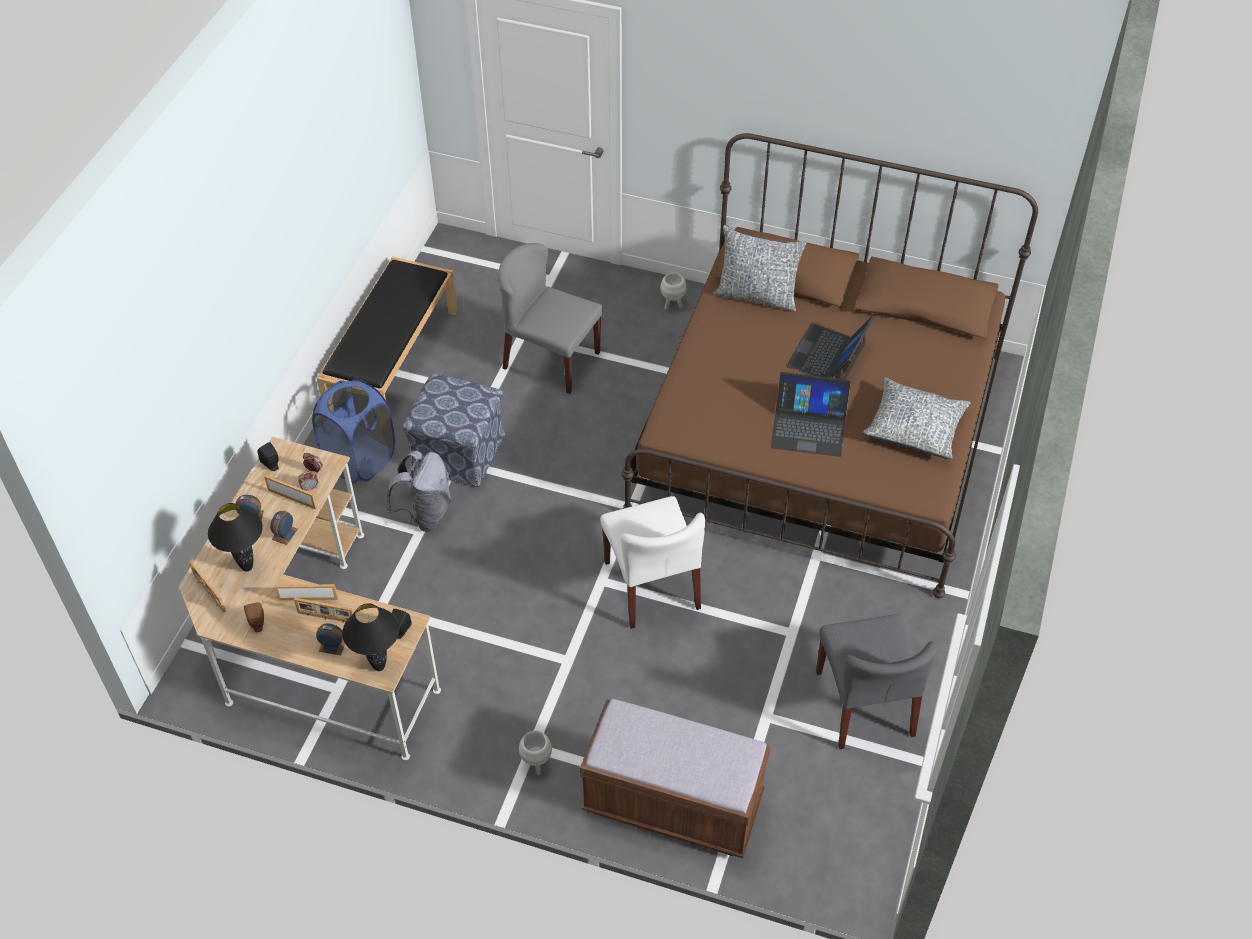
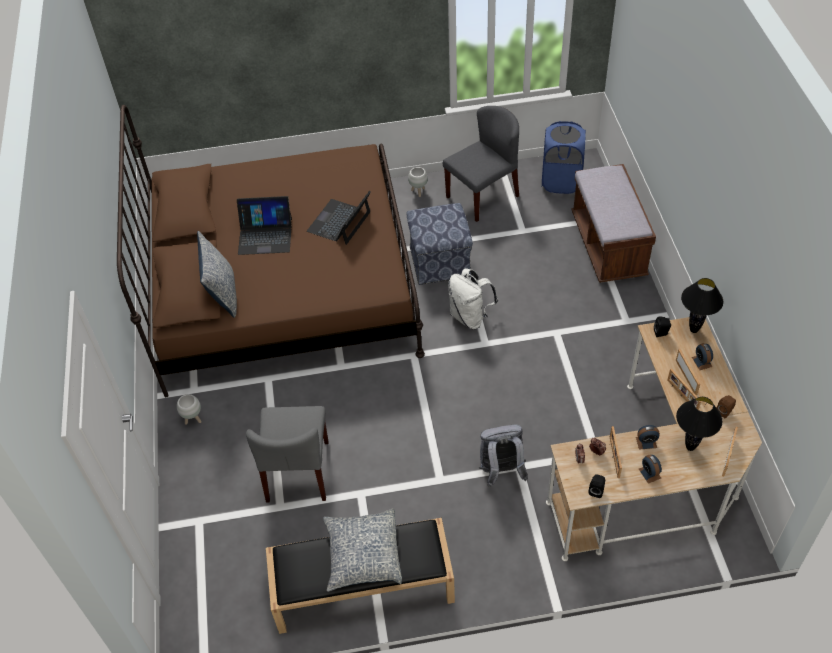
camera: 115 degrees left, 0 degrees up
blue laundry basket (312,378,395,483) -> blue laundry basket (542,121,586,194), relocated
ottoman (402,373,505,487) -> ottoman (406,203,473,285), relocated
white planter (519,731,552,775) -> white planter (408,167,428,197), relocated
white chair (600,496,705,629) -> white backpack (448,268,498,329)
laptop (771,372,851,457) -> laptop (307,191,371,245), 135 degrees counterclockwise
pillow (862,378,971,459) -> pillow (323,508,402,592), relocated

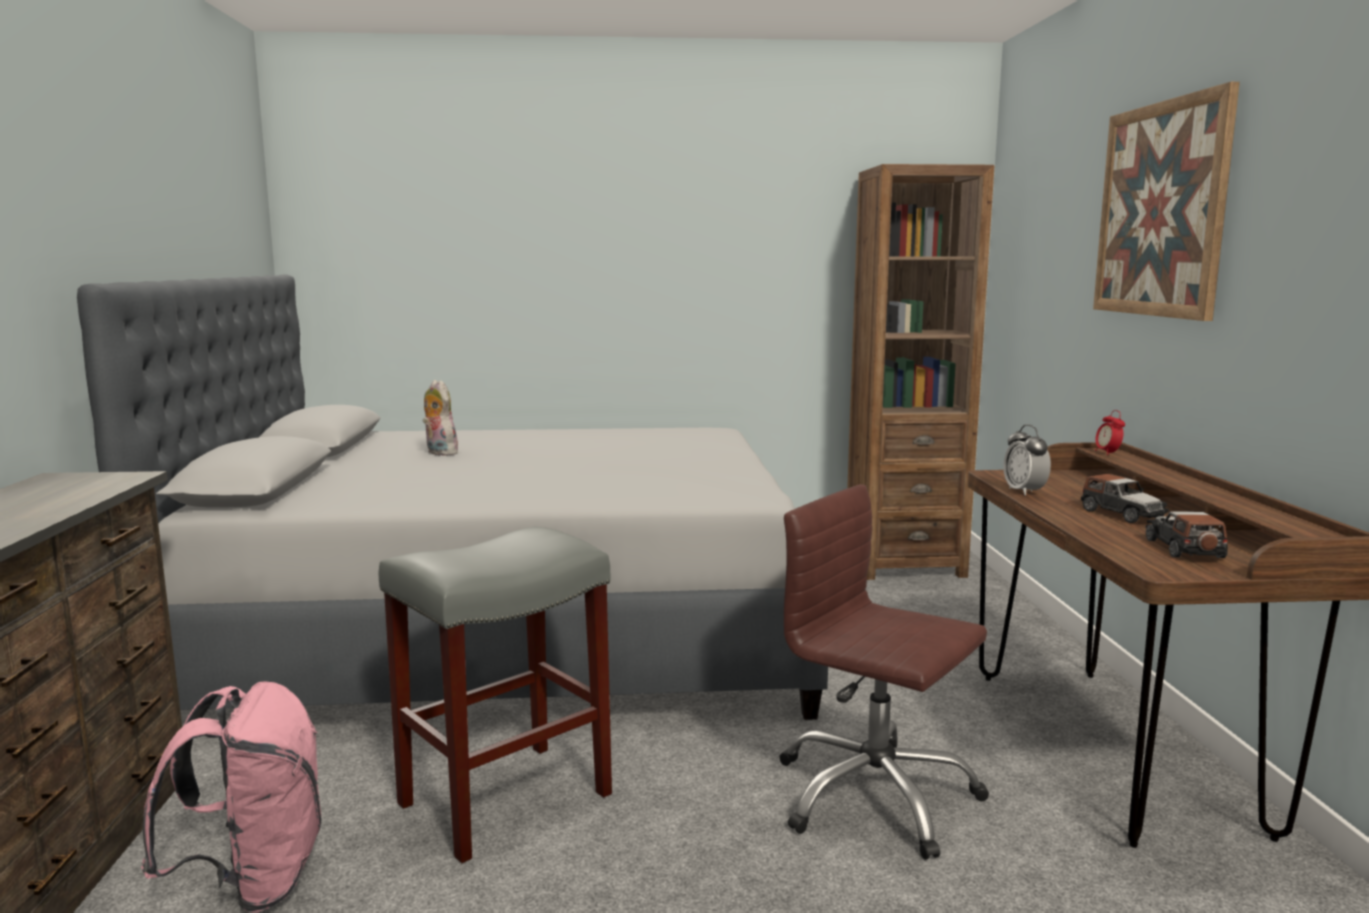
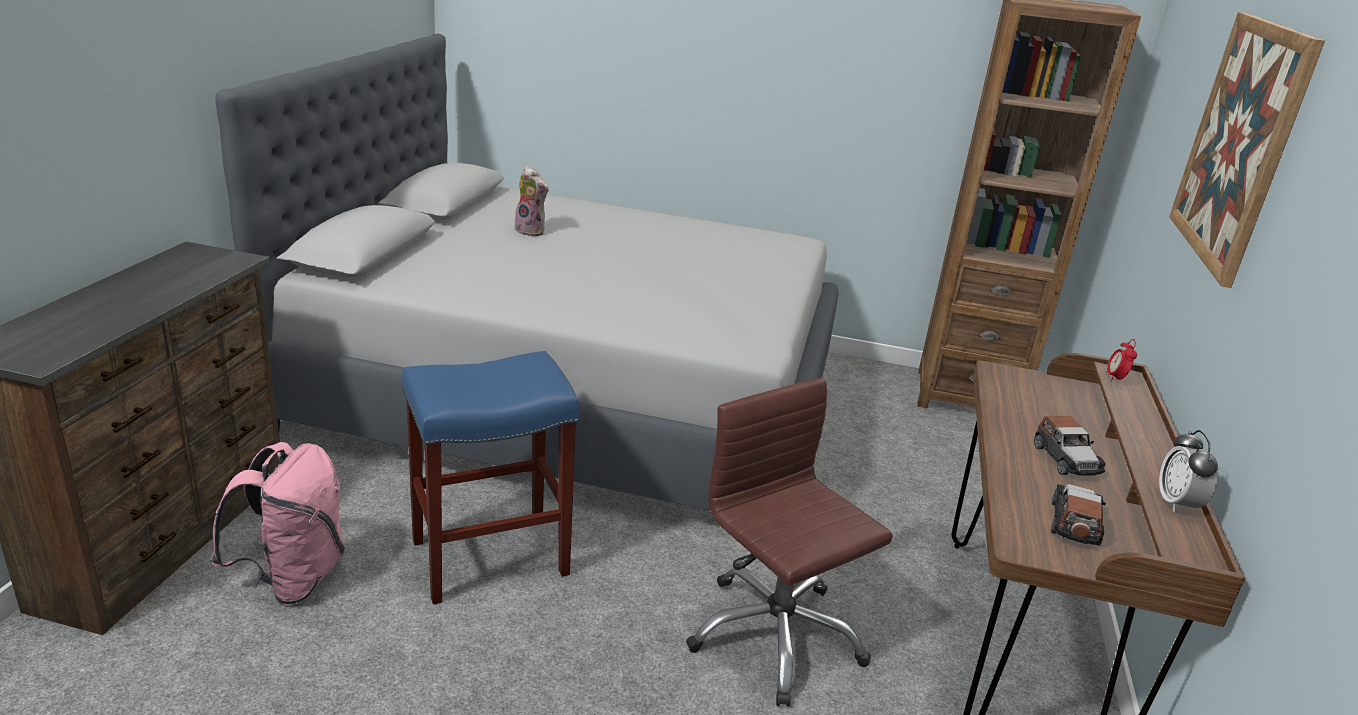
camera: 15 degrees right, 15 degrees up
grey stool (379,527,612,863) -> blue stool (402,351,580,605)
plush toy (423,380,458,456) -> plush toy (515,166,549,236), 150 degrees clockwise
alarm clock (1003,424,1051,496) -> alarm clock (1159,430,1218,512), relocated

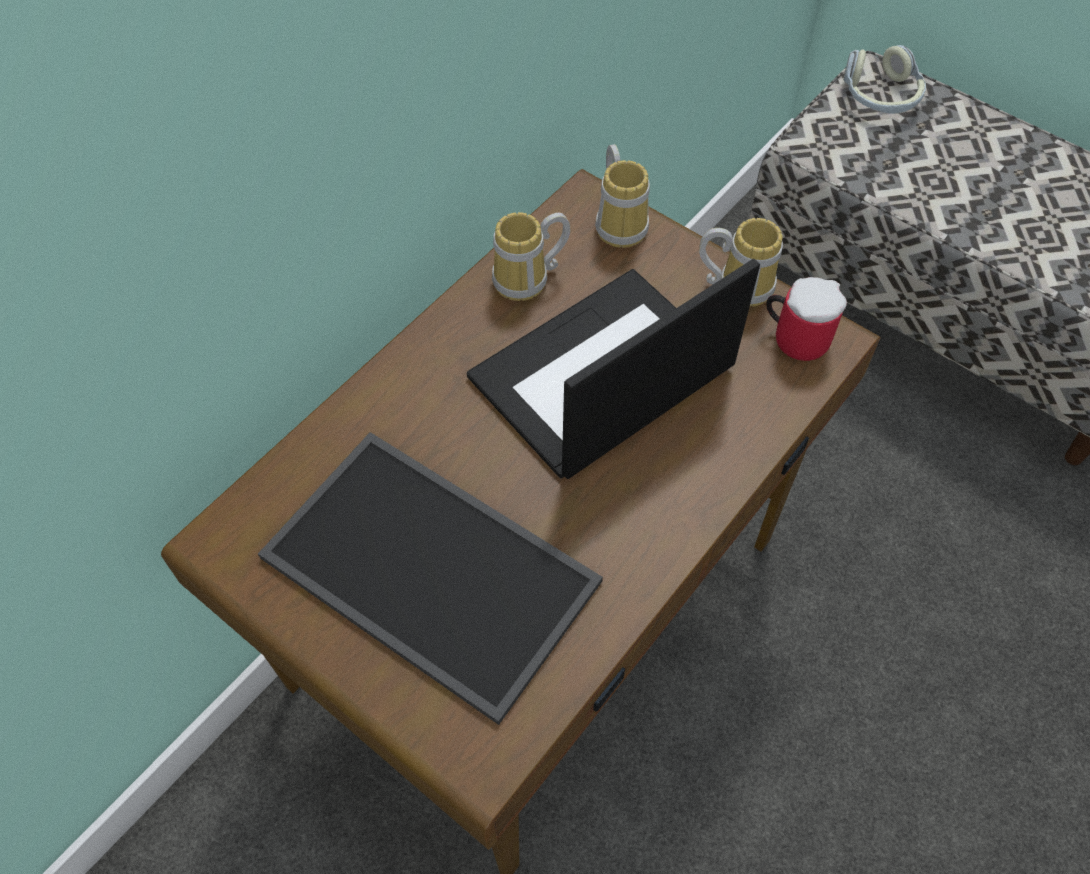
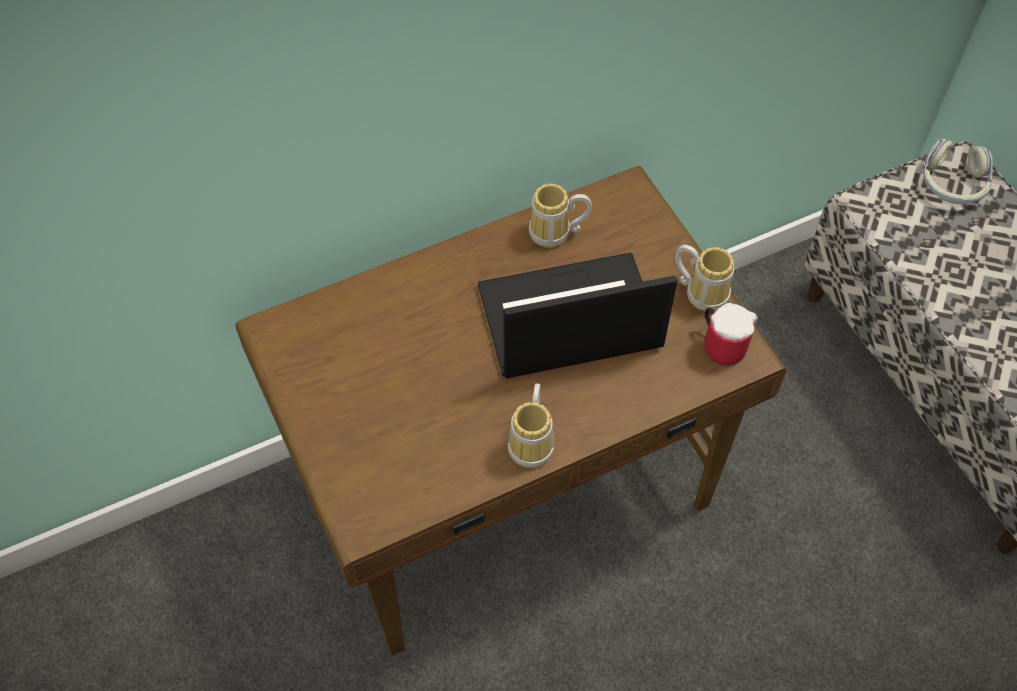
camera: 25 degrees right, 0 degrees up
tray (258,432,603,725) -> none
mug (595,144,650,248) -> mug (508,383,554,468), relocated

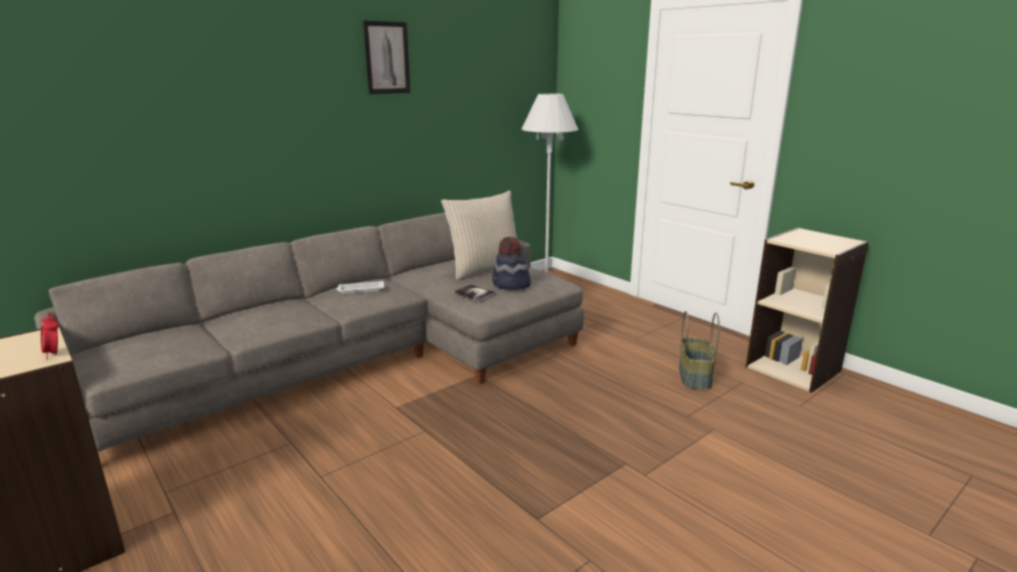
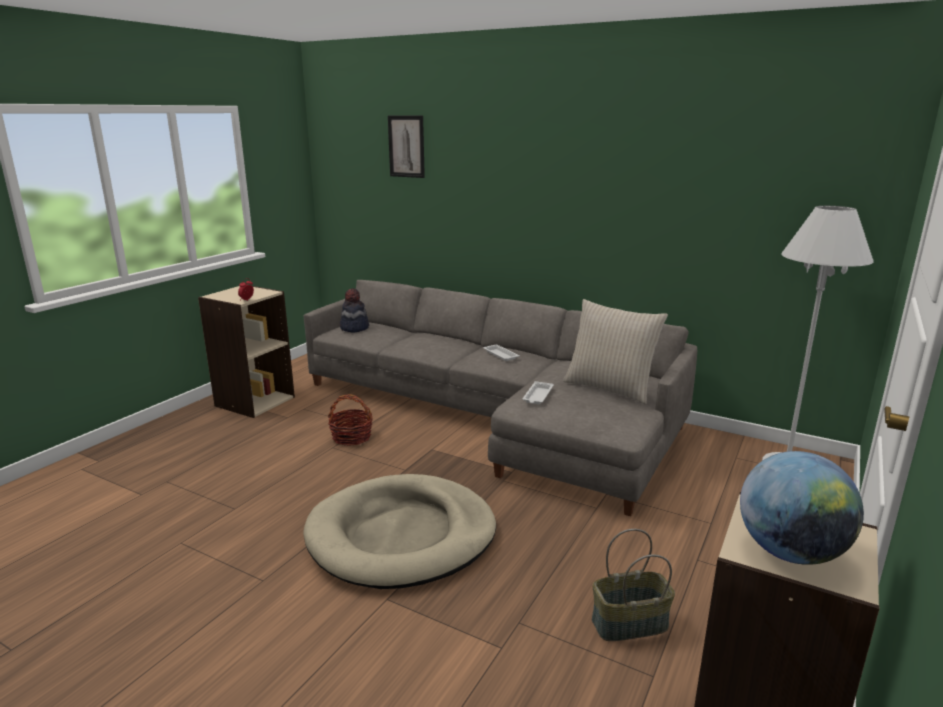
camera: 70 degrees right, 0 degrees up
picture (363,20,410,94) -> picture (388,115,425,178), relocated
book (455,284,496,302) -> white tray (522,381,554,404)
hat (492,237,531,290) -> hat (340,288,369,333), relocated
none -> beige dog bed (303,474,496,589)
none -> basket (328,394,373,446)
none -> globe (740,451,864,565)

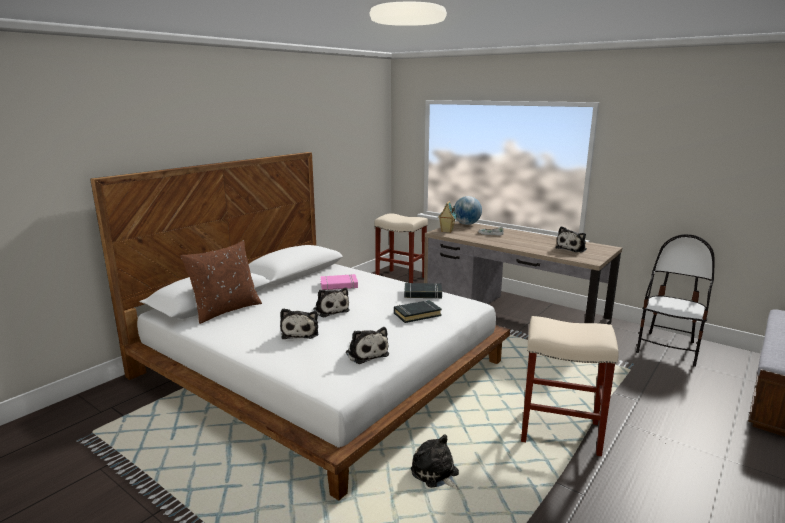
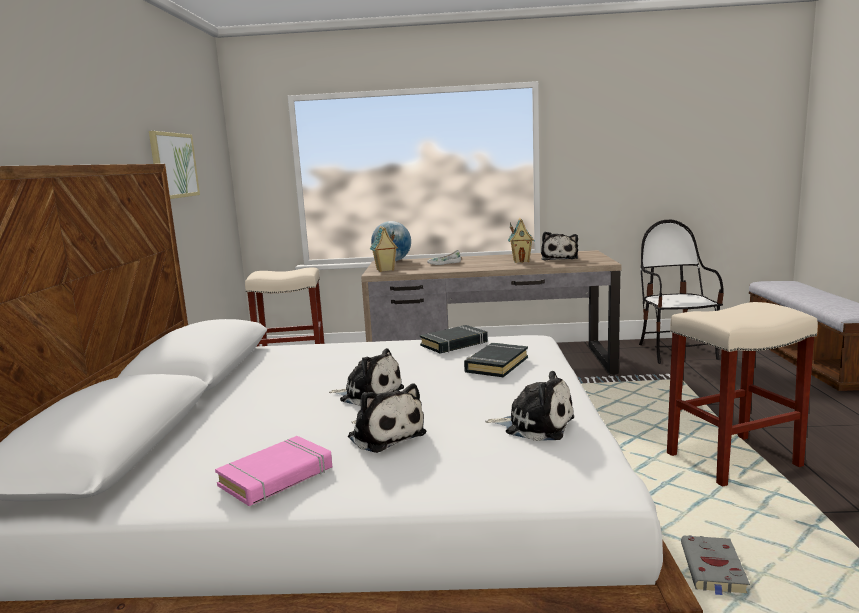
camera: 35 degrees left, 5 degrees down
brown pillow (180,241,262,324) -> none
pink book (320,274,358,290) -> pink book (215,436,332,506), relocated
plush toy (411,434,459,490) -> grey book (681,535,750,595)
none -> picture (149,131,200,199)
none -> toy house (508,218,534,263)

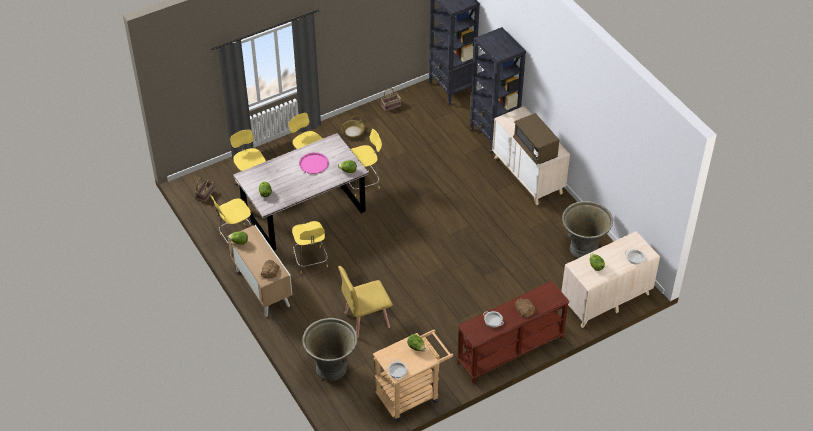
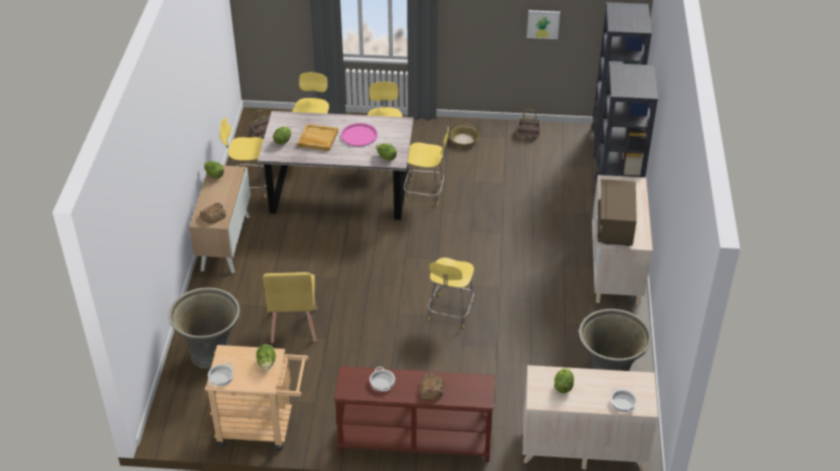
camera: 35 degrees right, 5 degrees down
yellow stool (292,221,328,273) -> yellow stool (428,258,474,328), relocated
yellow chair (338,266,393,338) -> yellow chair (263,272,317,343), 105 degrees counterclockwise
none -> beige tray (297,124,338,151)
none -> picture (527,10,560,39)

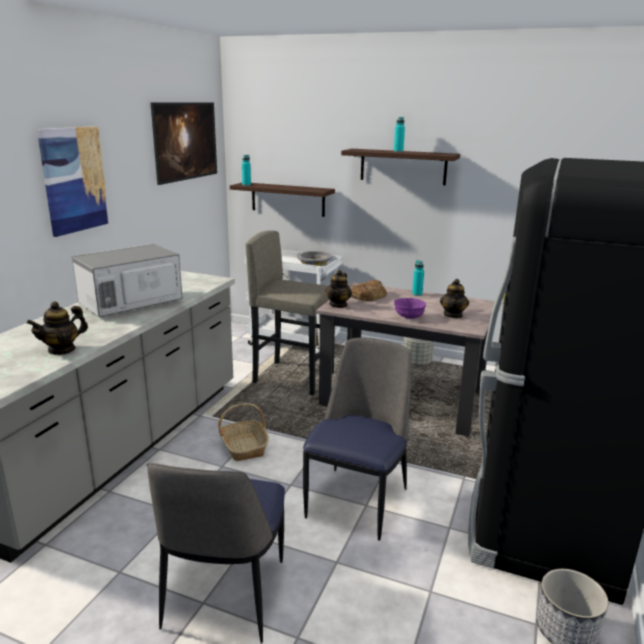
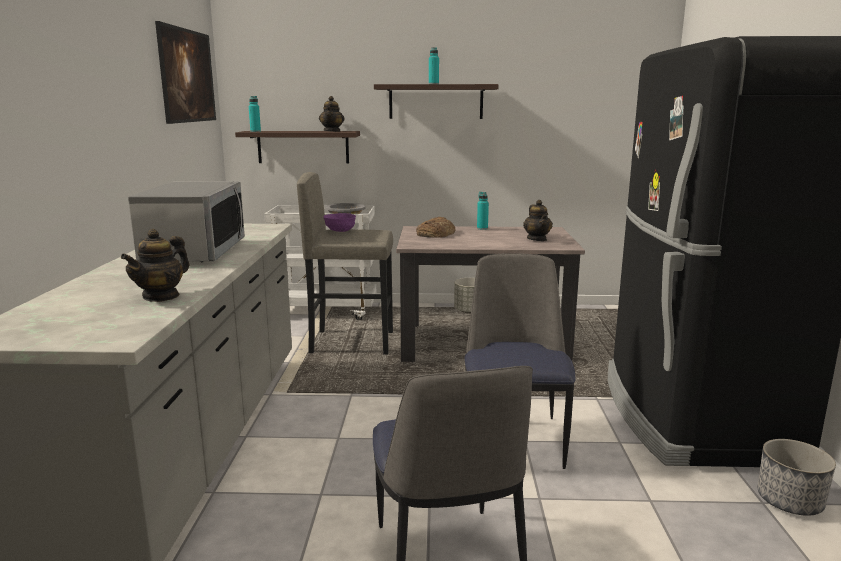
camera: 20 degrees left, 5 degrees down
picture (37,126,109,237) -> none
microwave (71,244,182,317) -> microwave (128,181,245,262), 150 degrees clockwise
basket (218,403,269,461) -> none
teapot (326,270,352,308) -> teapot (319,96,345,132), relocated
purple bowl (394,298,426,319) -> purple bowl (323,213,356,232), relocated

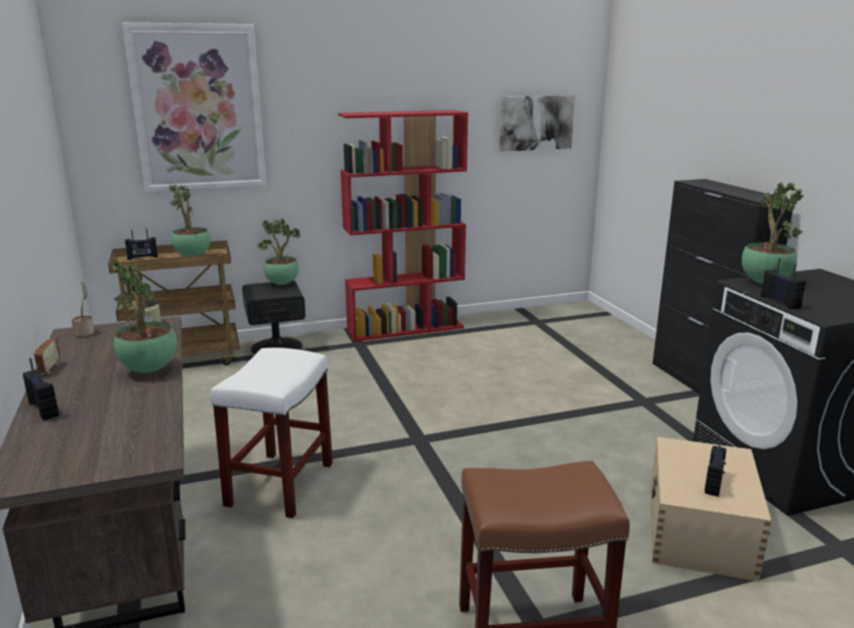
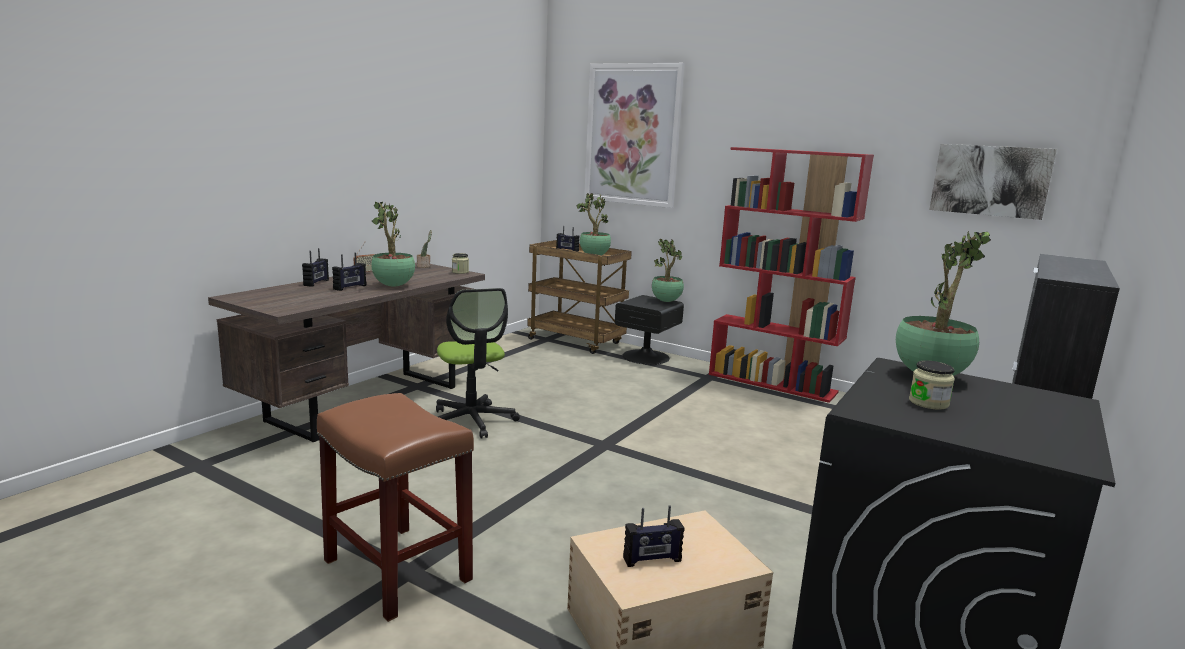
camera: 50 degrees right, 5 degrees down
white stool (211,348,333,519) -> office chair (436,288,520,439)
radio (761,258,806,309) -> radio (332,253,366,291), relocated
none -> jar (909,360,955,410)

